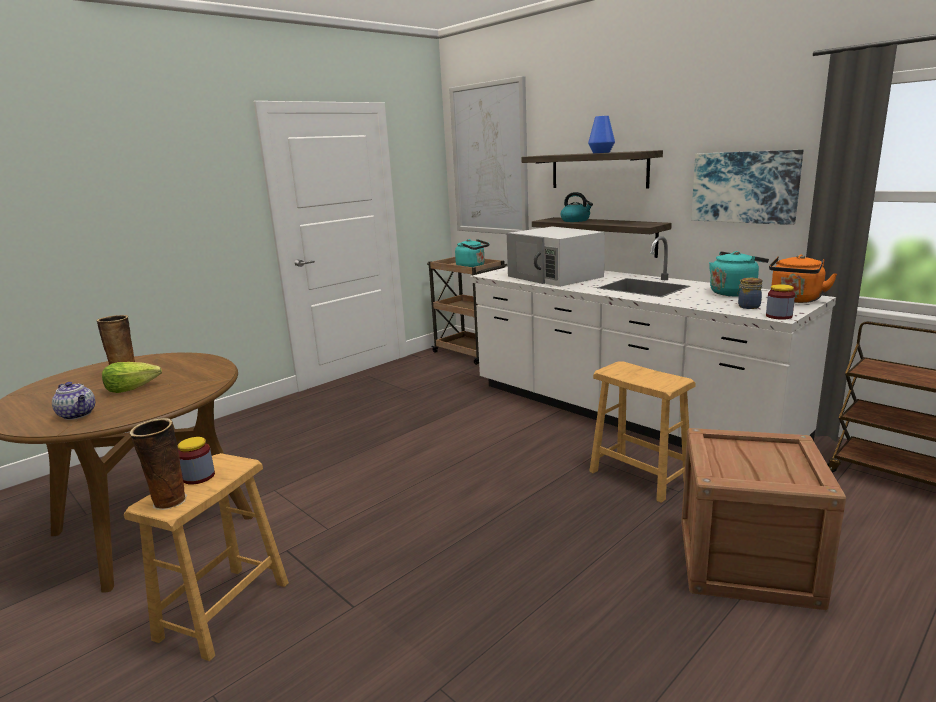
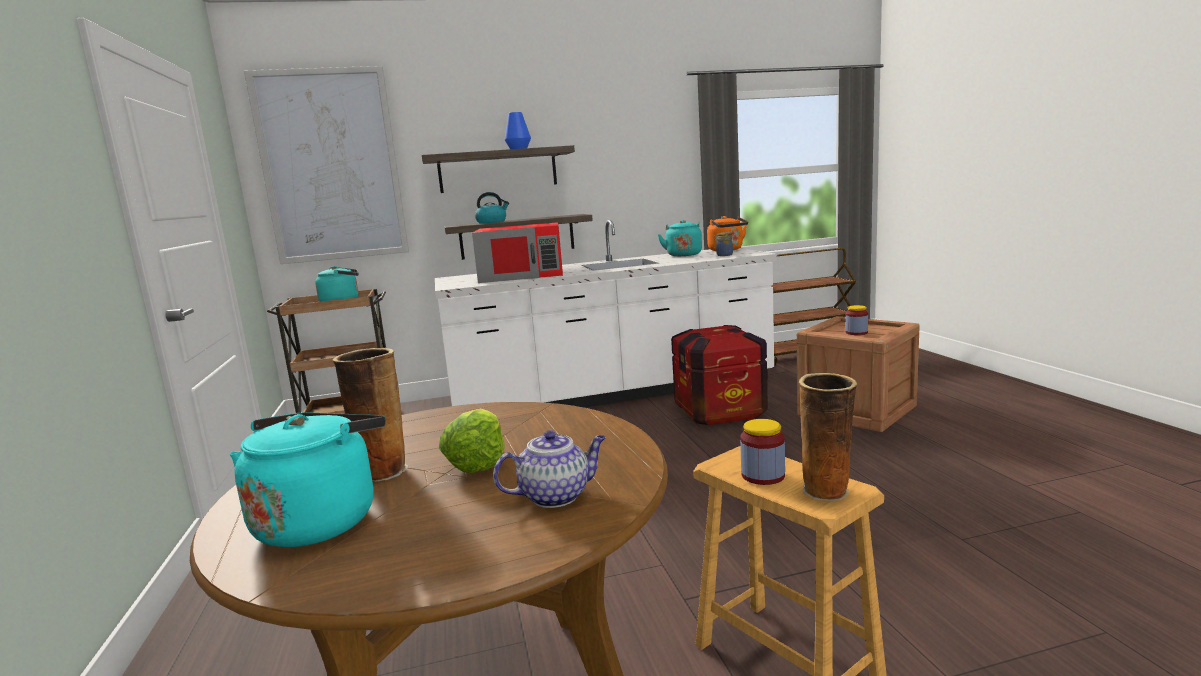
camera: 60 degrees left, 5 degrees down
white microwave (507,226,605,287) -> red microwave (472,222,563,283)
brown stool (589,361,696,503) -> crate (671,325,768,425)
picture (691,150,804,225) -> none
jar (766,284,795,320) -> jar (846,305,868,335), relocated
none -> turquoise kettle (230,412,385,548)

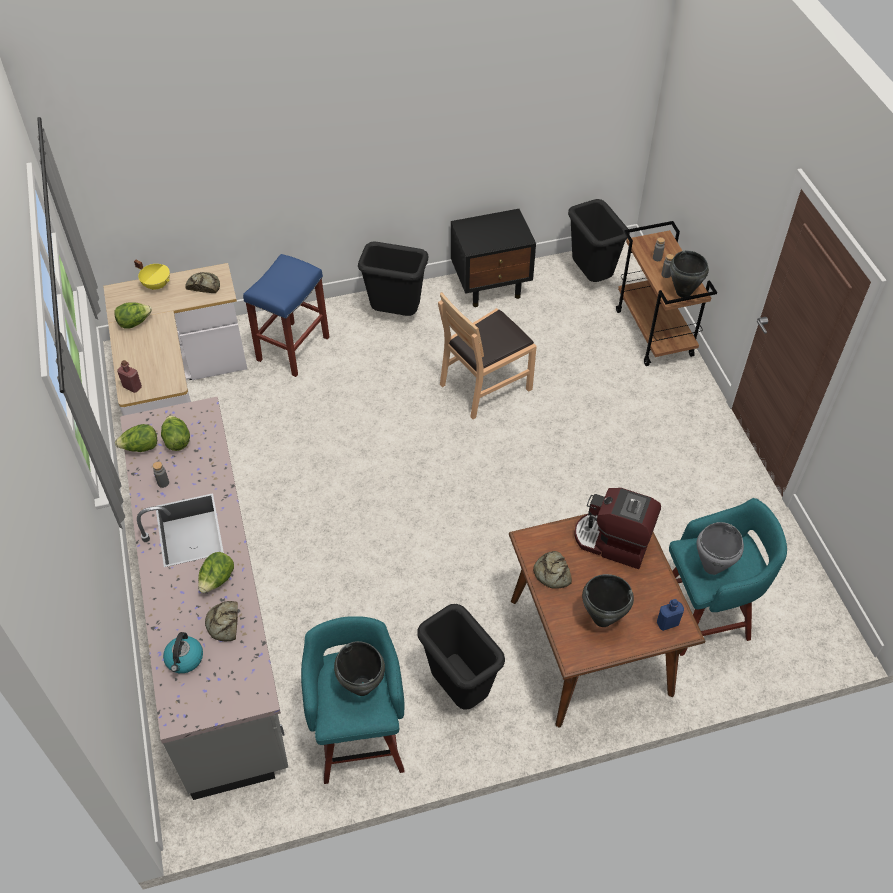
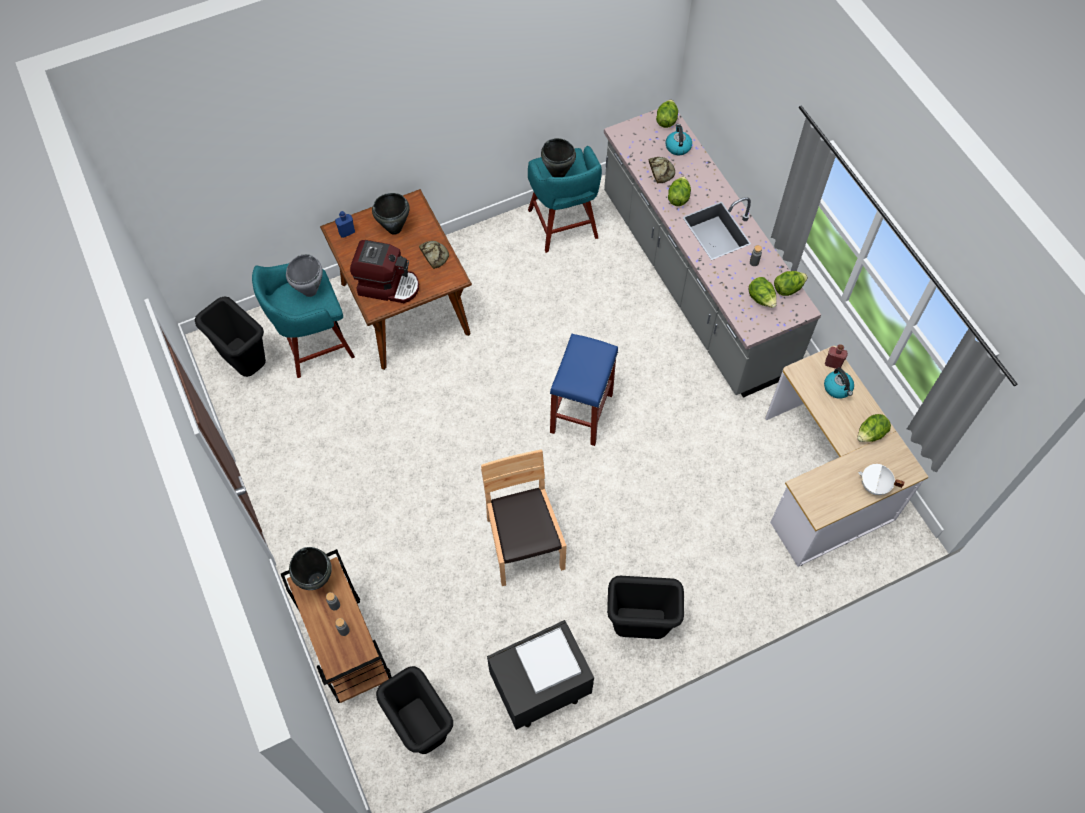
camera: 170 degrees right, 10 degrees up
yellow cooking pot (134,260,170,290) -> white cooking pot (858,464,904,495)
bread (185,272,220,293) -> none
blue stool (243,254,329,377) -> blue stool (550,334,618,446), relocated
black trash can (417,604,505,710) -> black trash can (195,296,266,377), relocated
brown chair (438,292,537,419) -> brown chair (481,449,566,586), 60 degrees counterclockwise
none -> white tray (516,628,581,694)
none -> lettuce (656,99,678,128)
none -> kettle (824,368,854,398)

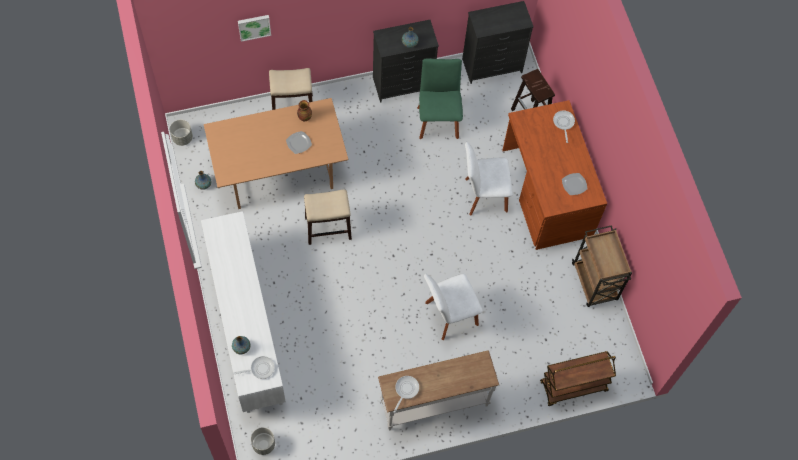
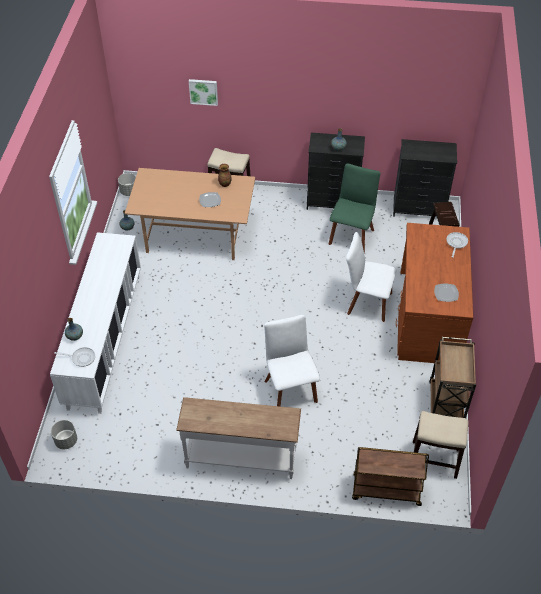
camera: 25 degrees right, 15 degrees down
stool (304,189,352,245) -> stool (413,411,469,479), relocated
frying pan (393,376,419,413) -> none
white chair (424,274,483,341) -> white chair (264,315,320,406), 75 degrees clockwise

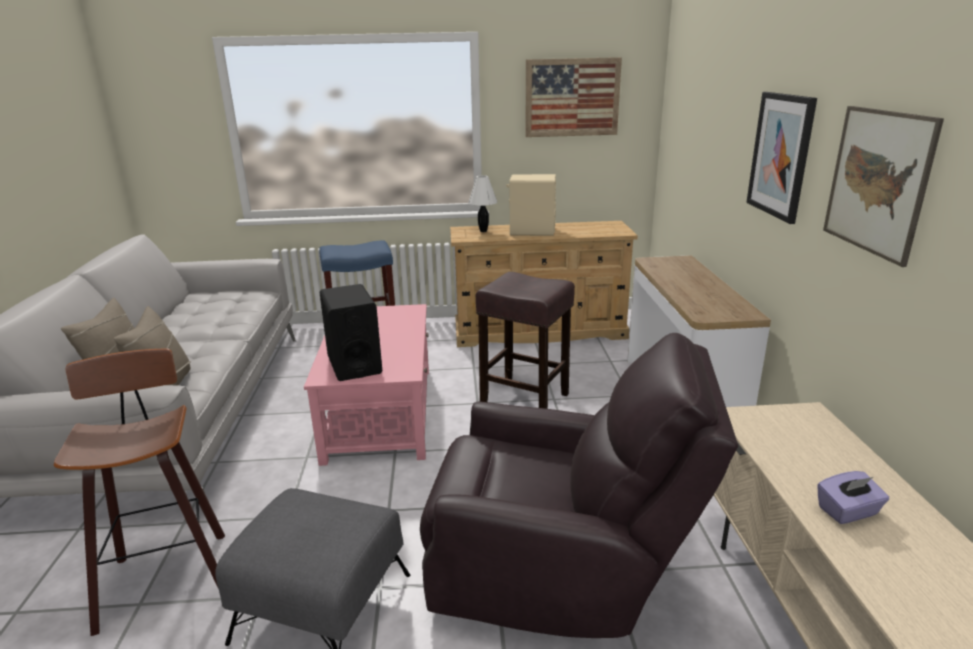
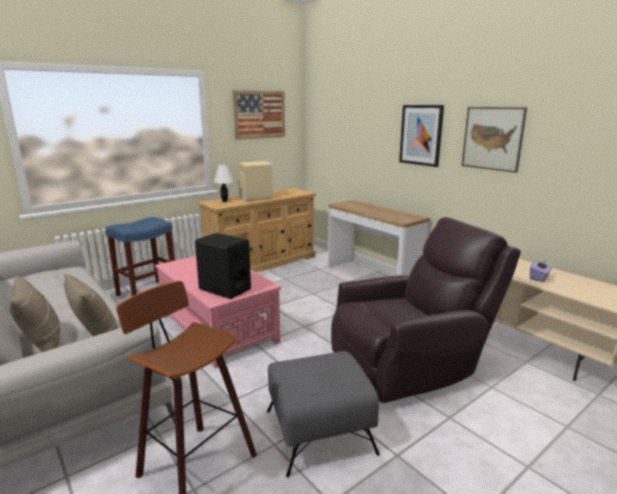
camera: 35 degrees left, 5 degrees down
brown stool (476,272,575,409) -> none

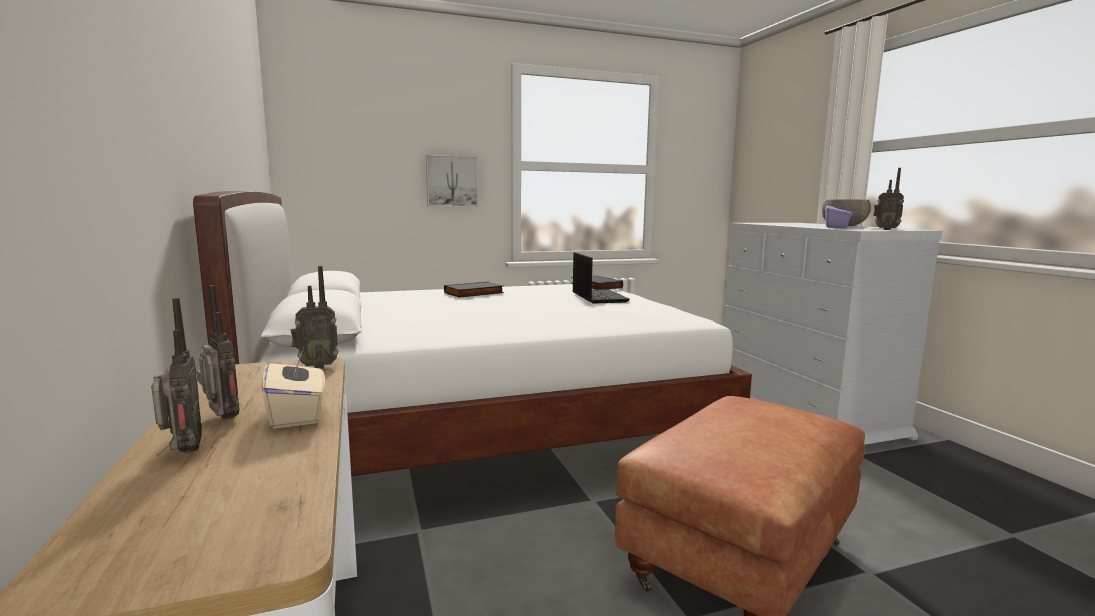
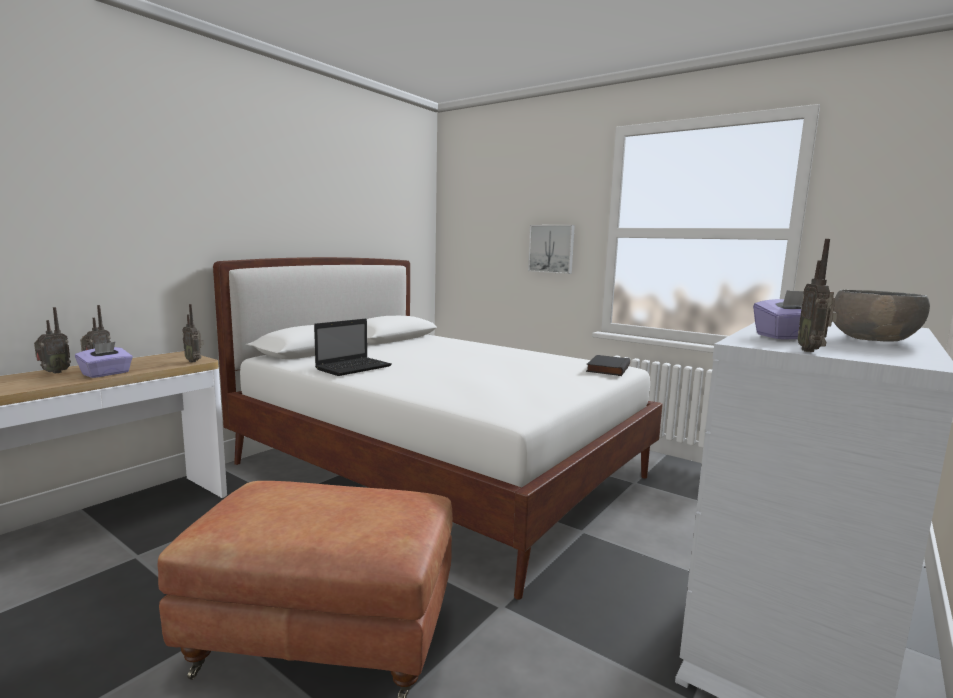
camera: 55 degrees right, 0 degrees up
beige tissue box (262,348,325,429) -> purple tissue box (75,342,133,378)
black book (444,281,504,298) -> none
laptop (573,252,630,304) -> laptop (314,319,392,376), relocated

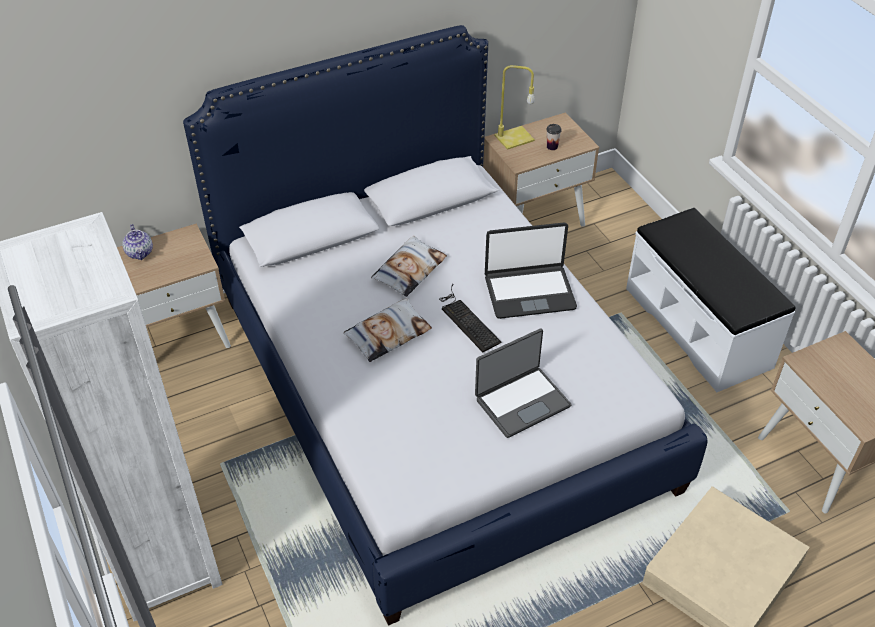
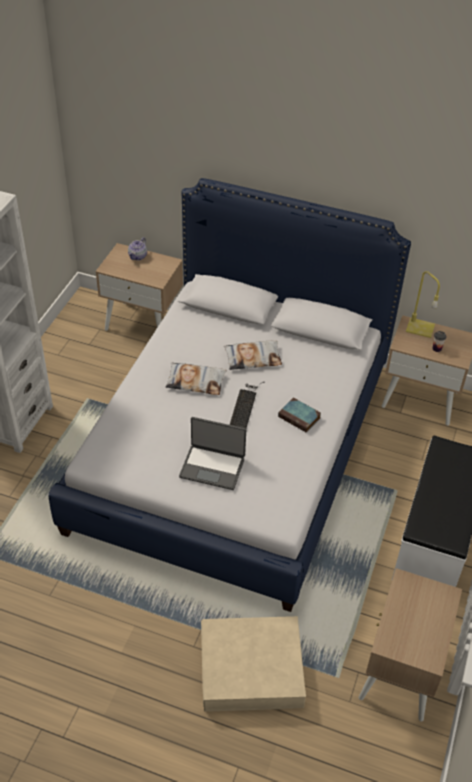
camera: 45 degrees right, 0 degrees up
laptop (485,223,577,319) -> book (278,398,321,433)

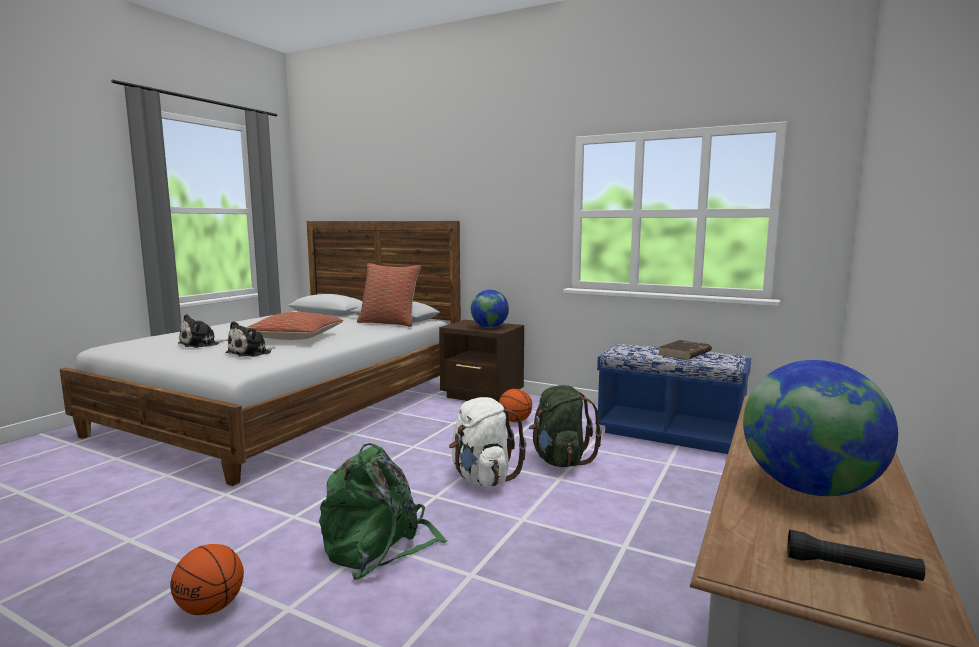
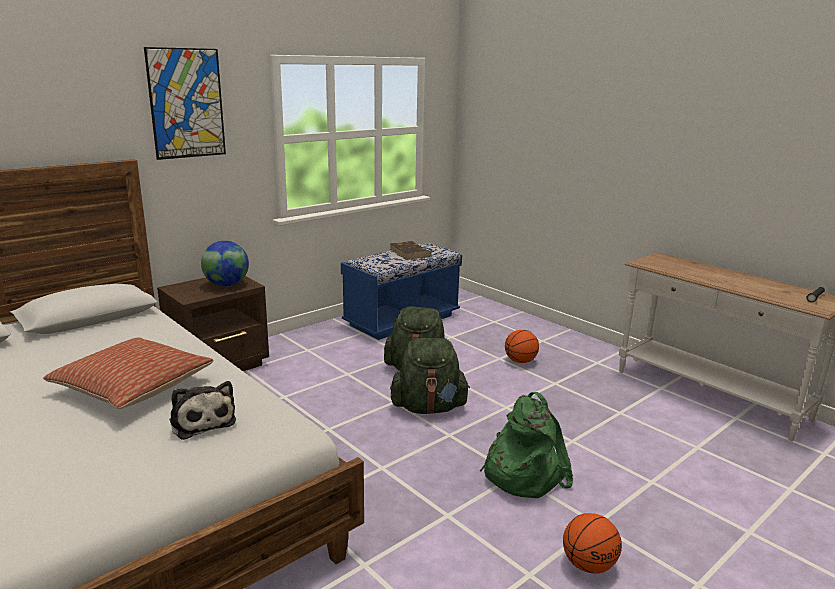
camera: 70 degrees left, 10 degrees up
plush toy (178,314,228,348) -> none
pillow (357,263,421,327) -> none
white backpack (449,397,526,487) -> green backpack (390,338,470,414)
basketball (499,389,532,422) -> basketball (505,330,539,363), relocated
globe (743,360,898,496) -> none
none -> picture (144,47,226,160)

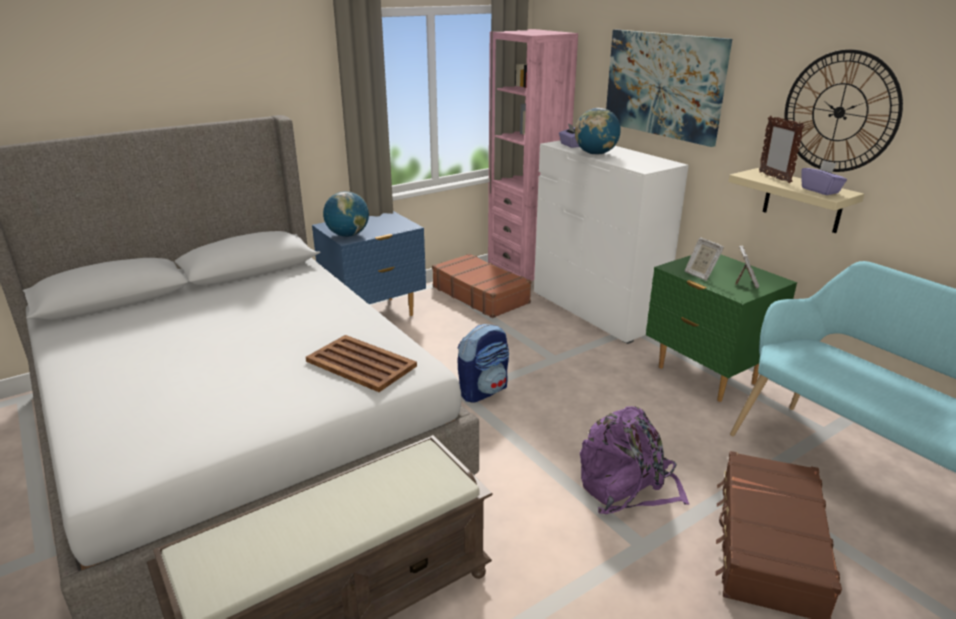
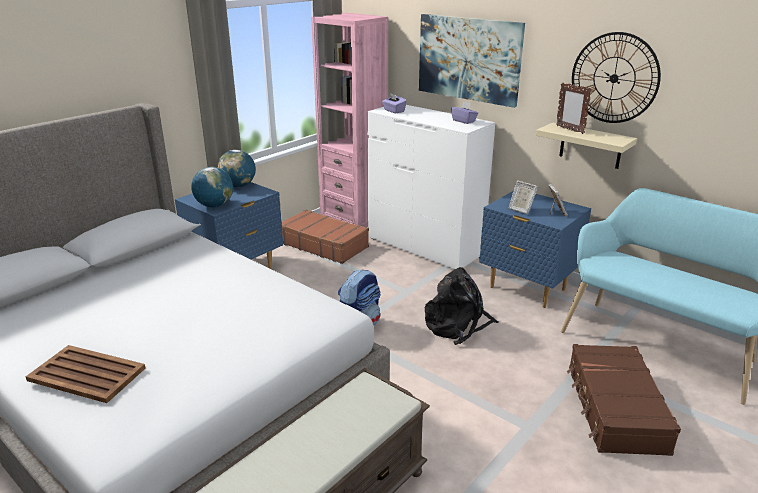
camera: 15 degrees left, 0 degrees up
brown tray (306,335,417,392) -> brown tray (26,345,146,403), relocated
globe (575,108,621,155) -> globe (218,150,256,188), relocated
purple backpack (580,406,689,514) -> none
green nightstand (646,255,797,402) -> blue nightstand (479,191,591,308)
purple tissue box (801,160,847,195) -> purple tissue box (451,101,478,124), relocated
none -> black backpack (425,267,499,345)

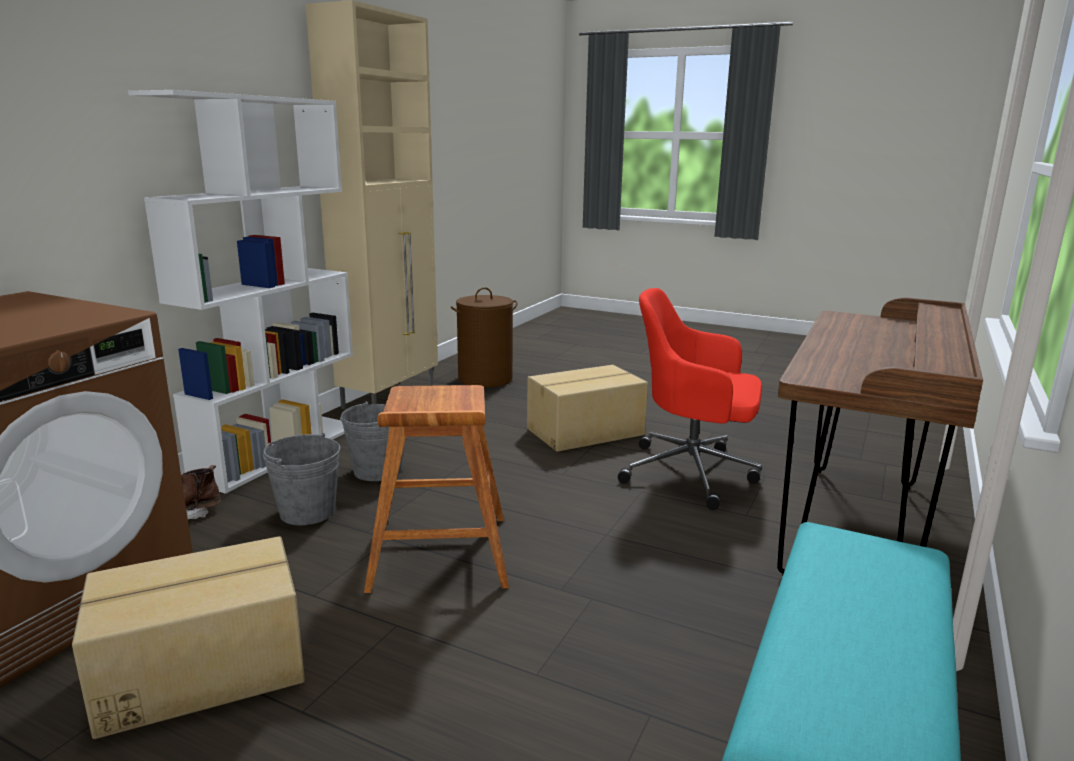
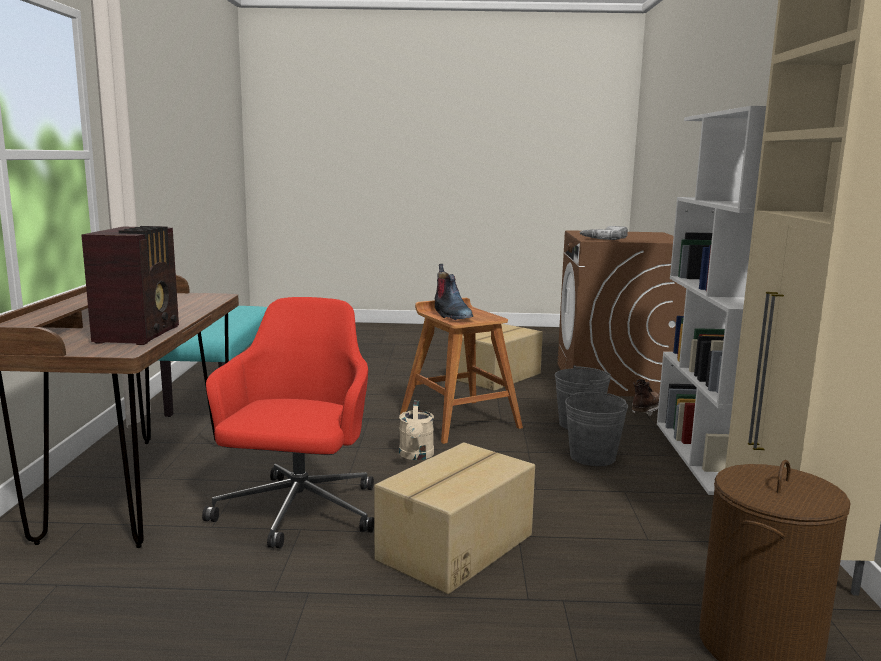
camera: 155 degrees right, 5 degrees down
red office chair (618,288,762,510) -> red office chair (202,297,374,548), 75 degrees counterclockwise
none -> radio (81,226,179,345)
none -> beige watering can (399,400,434,460)
none -> boot (435,264,473,320)
none -> power drill (579,226,628,240)

